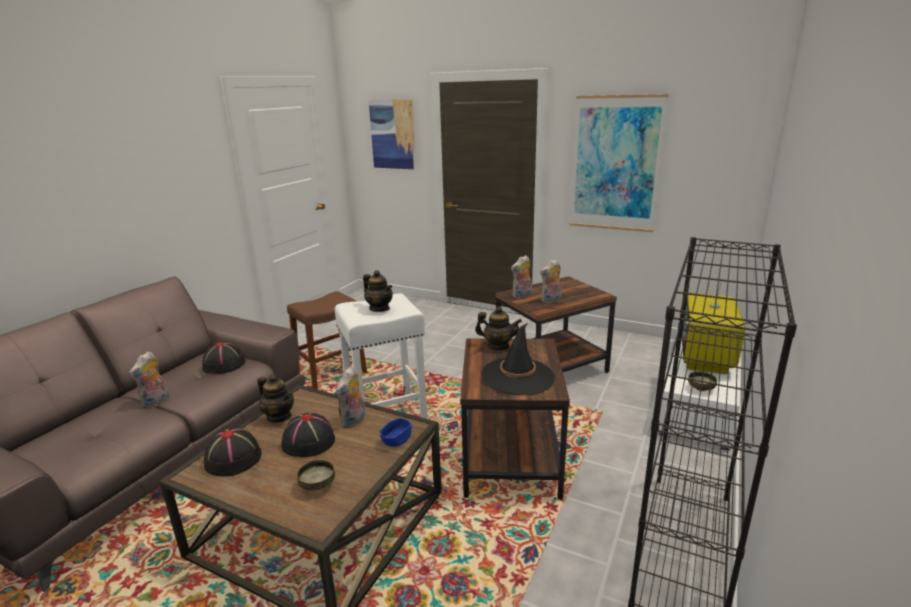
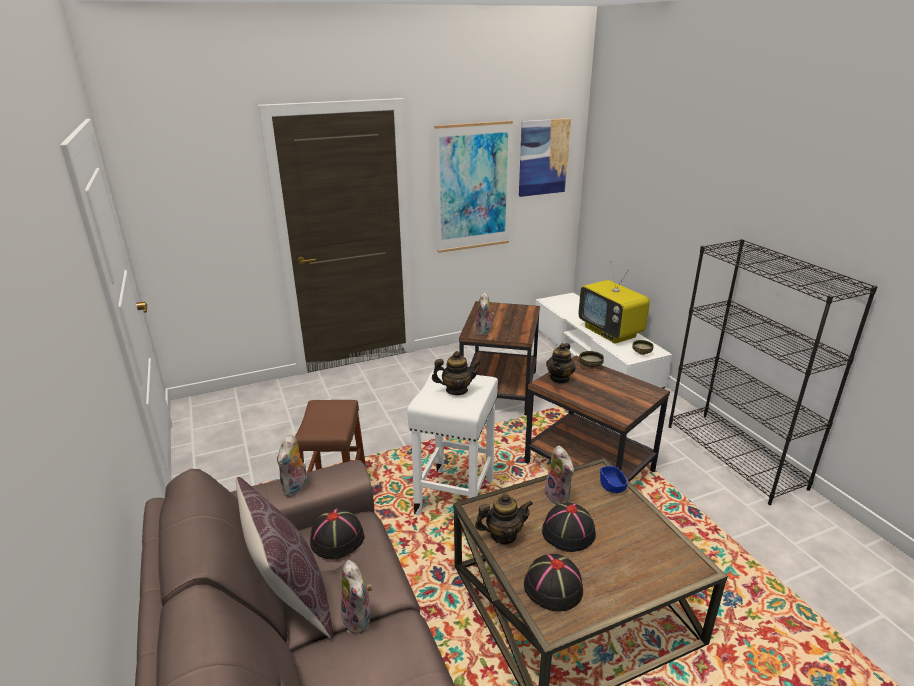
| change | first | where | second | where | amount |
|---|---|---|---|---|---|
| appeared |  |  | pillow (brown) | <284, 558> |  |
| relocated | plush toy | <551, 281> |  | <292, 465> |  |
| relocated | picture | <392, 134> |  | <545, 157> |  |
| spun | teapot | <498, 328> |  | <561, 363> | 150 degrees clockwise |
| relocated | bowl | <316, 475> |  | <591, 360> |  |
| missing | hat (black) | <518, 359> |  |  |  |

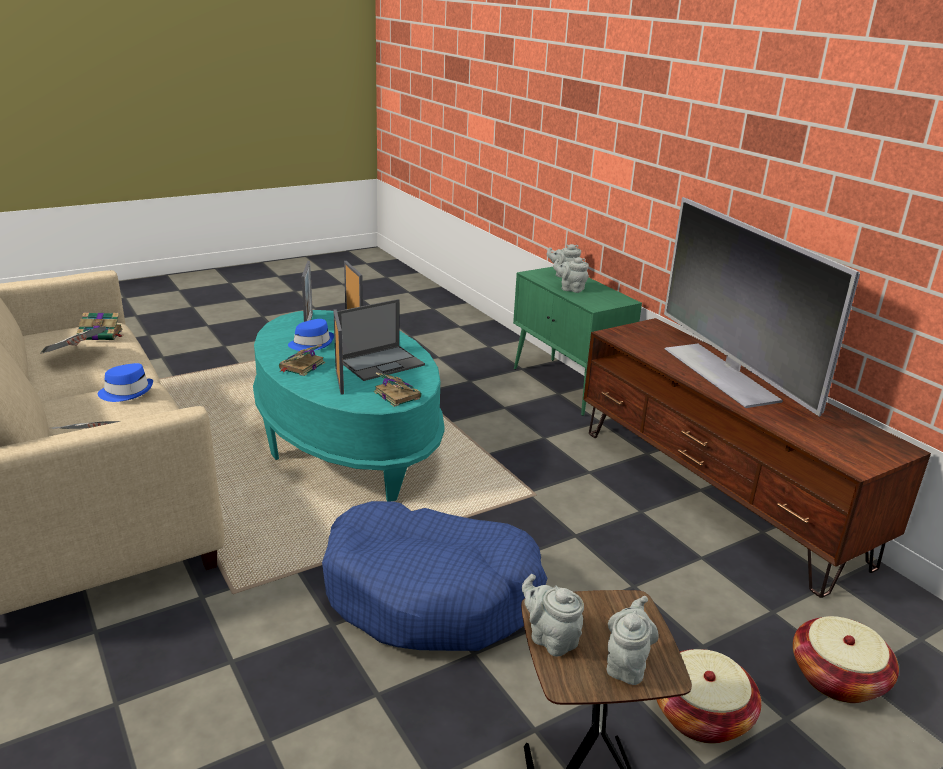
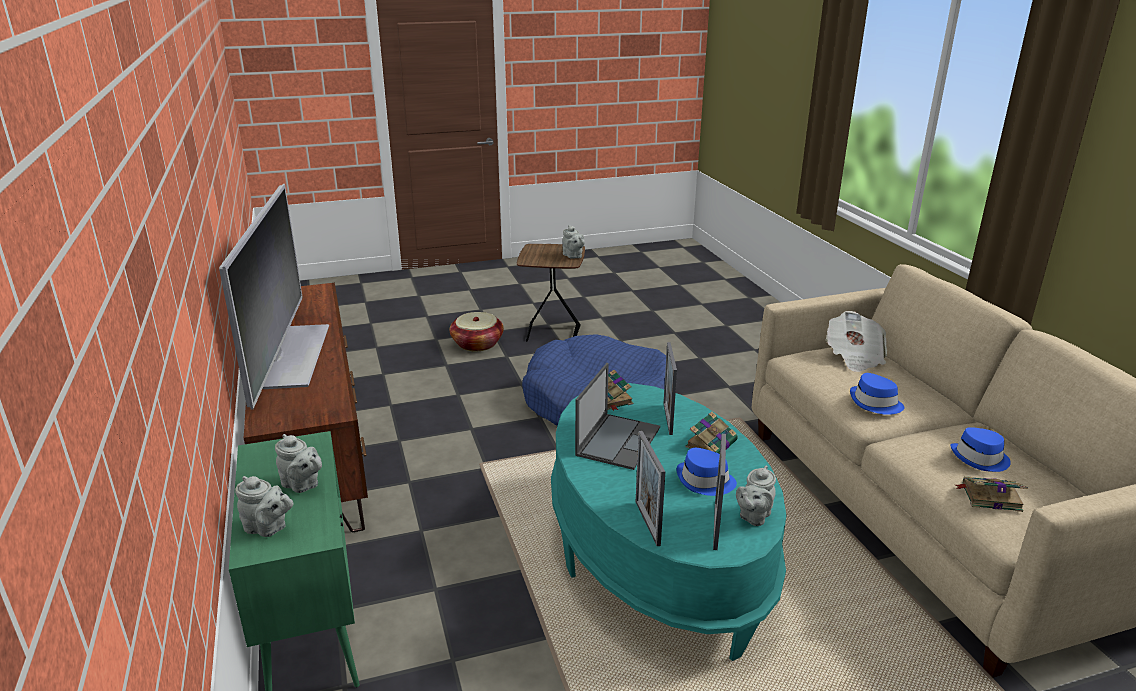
| change | first | where | second | where | amount |
|---|---|---|---|---|---|
| spun | laptop | <381, 340> |  | <617, 416> | 135 degrees clockwise |
| relocated | teapot (grey) | <633, 640> |  | <756, 495> |  |
| exchanged | newspaper | <73, 340> | hat (blue) | <981, 449> |  |
| missing | basket | <846, 659> |  |  |  |

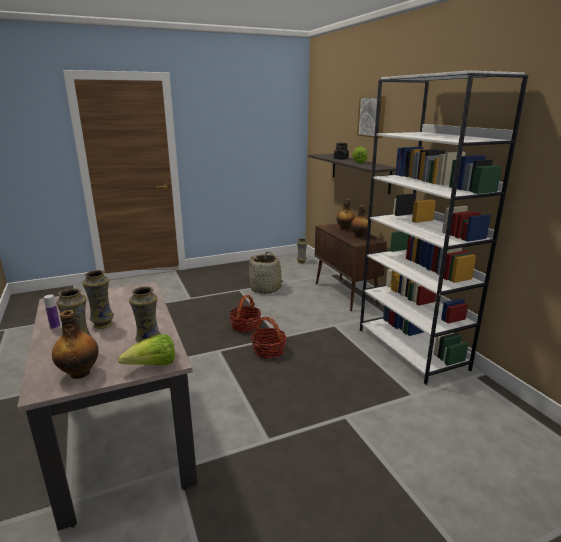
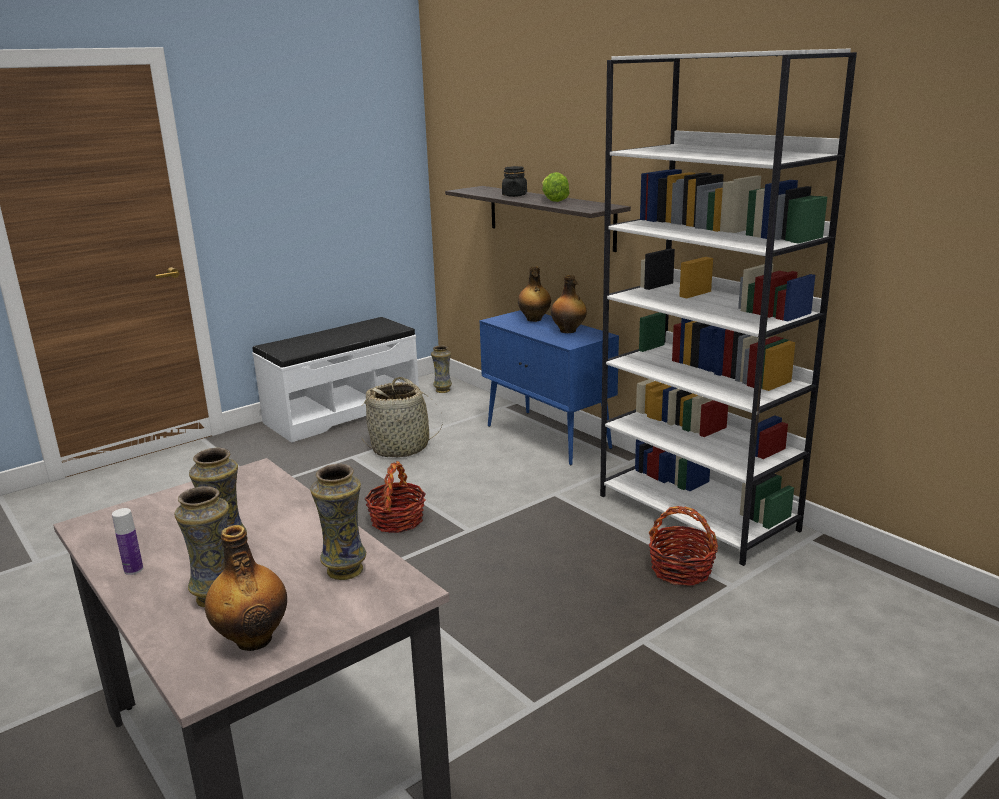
| change | first | where | second | where | amount |
|---|---|---|---|---|---|
| appeared |  |  | bench (white) | <335, 380> |  |
| colour | cabinet (brown) | <351, 267> | cabinet (blue) | <549, 387> |  |
| relocated | basket | <269, 338> |  | <683, 546> |  |
| missing | lettuce | <146, 349> |  |  |  |
| missing | picture | <371, 117> |  |  |  |

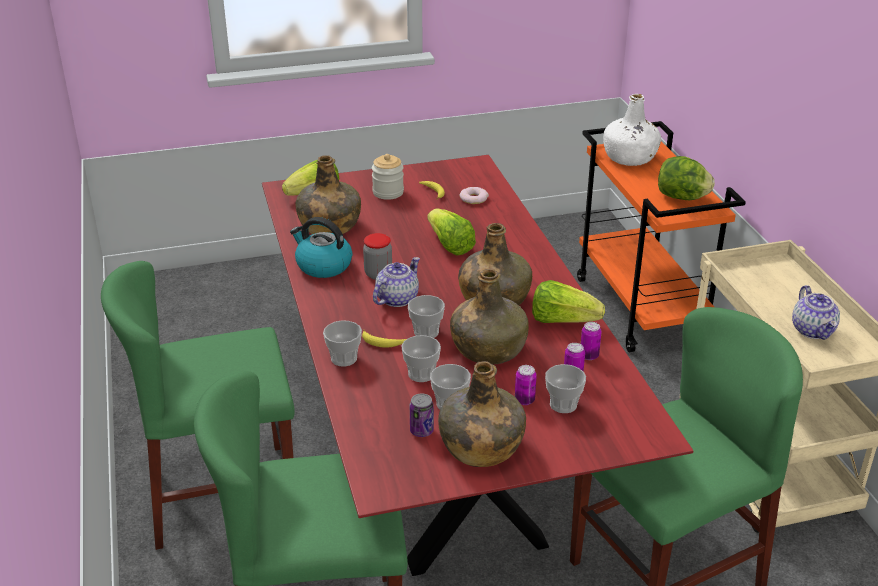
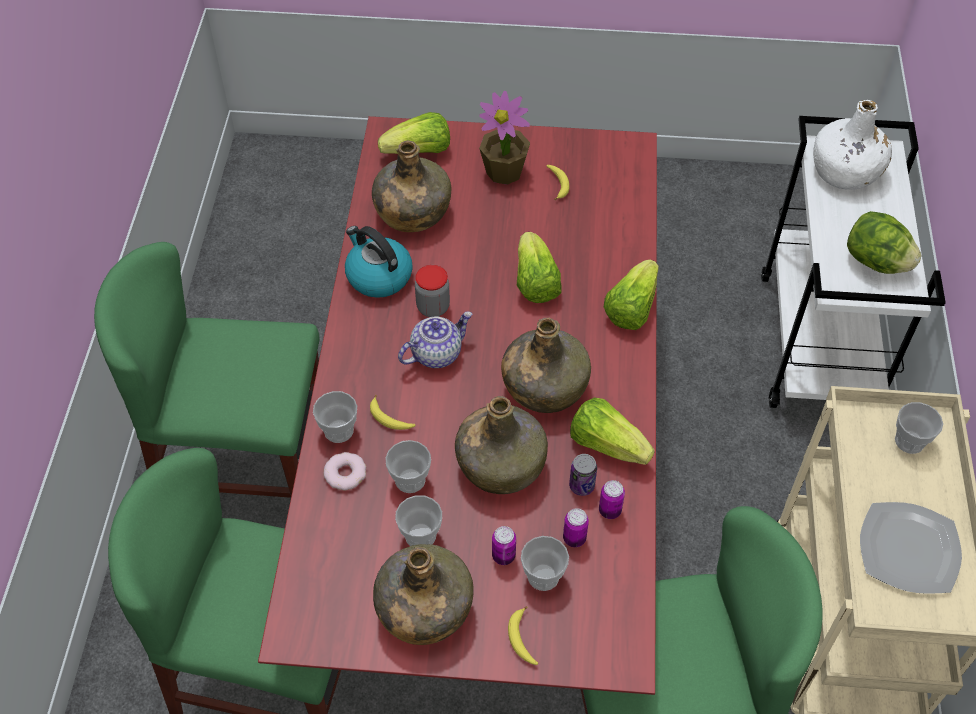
| change | first | where | second | where | amount |
|---|---|---|---|---|---|
| relocated | donut | <474, 195> |  | <345, 471> |  |
| exchanged | jar | <388, 177> | potted plant | <504, 138> |  |
| appeared |  |  | banana | <523, 635> |  |
| relocated | can | <422, 415> |  | <583, 475> |  |
| appeared |  |  | lettuce | <631, 295> |  |
| colour | cart (orange) | <661, 236> | cart (white) | <853, 262> |  |
| exchanged | teapot | <816, 312> | plate | <911, 548> |  |
| relocated | cup | <426, 316> |  | <919, 428> |  |

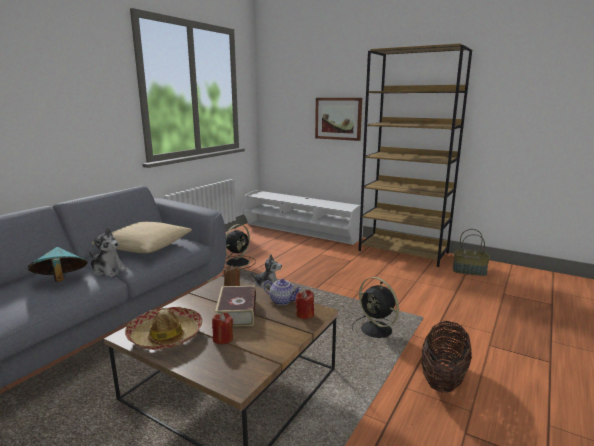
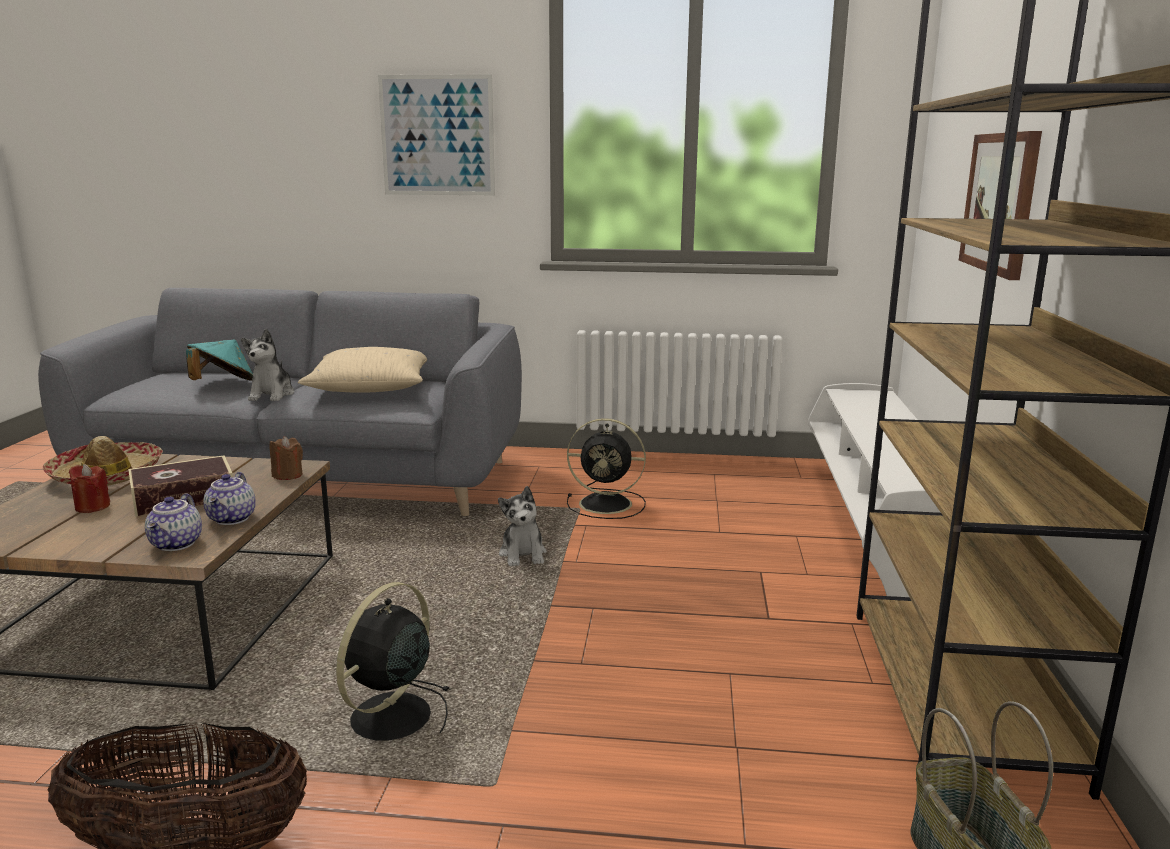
| change | first | where | second | where | amount |
|---|---|---|---|---|---|
| exchanged | candle (red) | <304, 304> | teapot | <173, 522> |  |
| appeared |  |  | picture | <436, 134> |  |

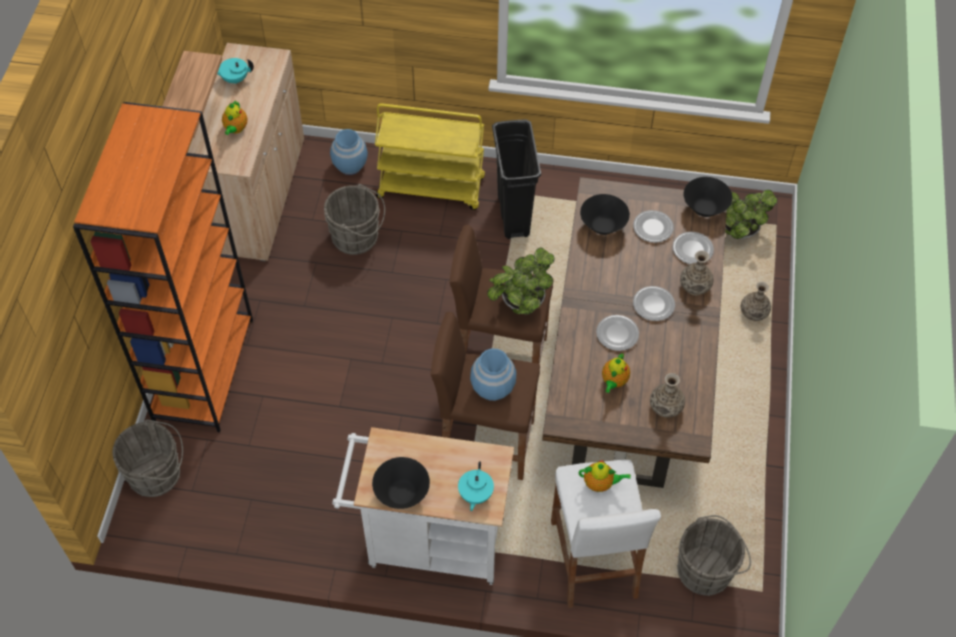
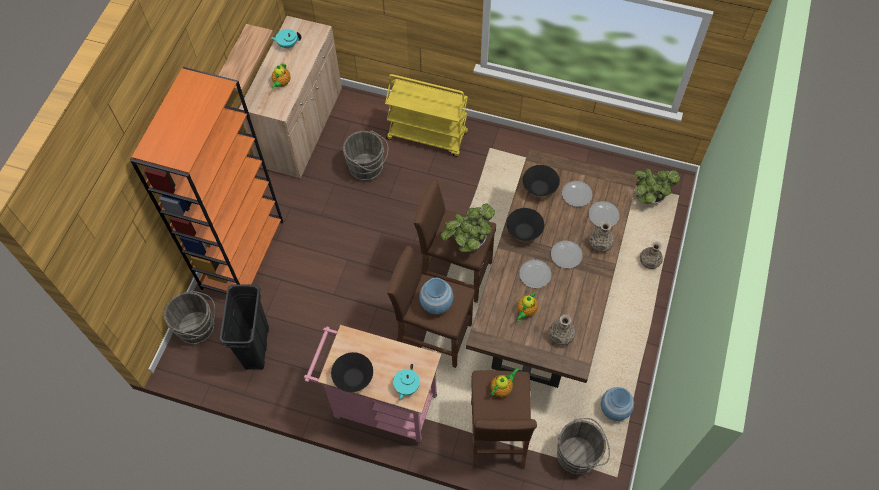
| change | first | where | second | where | amount |
|---|---|---|---|---|---|
| relocated | trash can (black) | <516, 179> |  | <244, 327> |  |
| colour | cart (white) | <423, 506> | cart (pink) | <372, 384> |  |
| colour | stool (white) | <606, 533> | stool (brown) | <504, 419> |  |
| spun | teapot | <605, 476> |  | <504, 382> | 60 degrees counterclockwise |
| relocated | bowl (black) | <708, 197> |  | <525, 224> |  |
| relocated | vase (blue) | <349, 152> |  | <617, 404> |  |

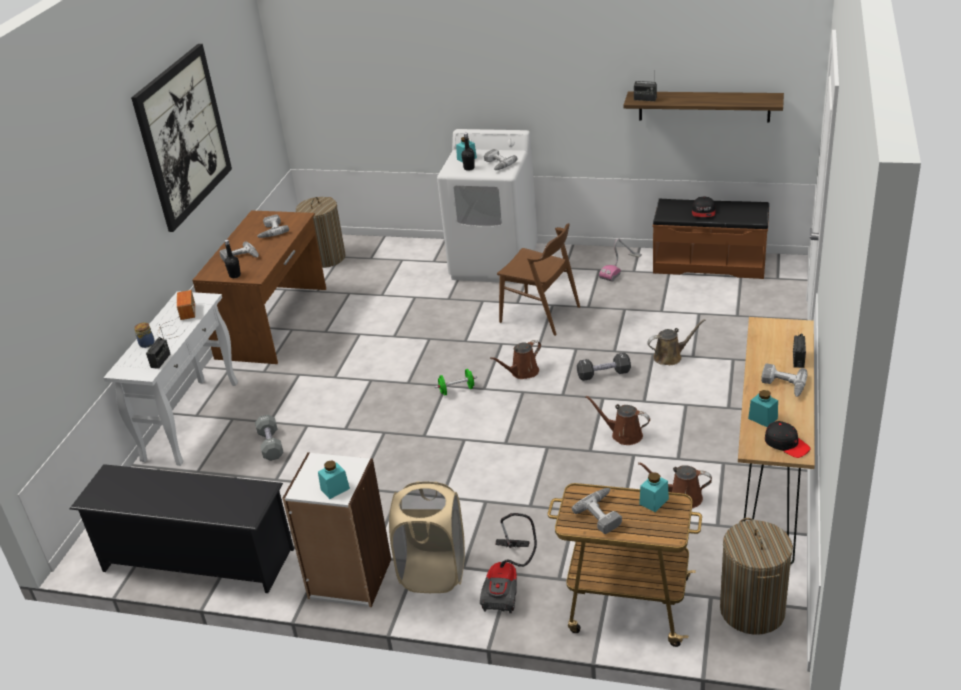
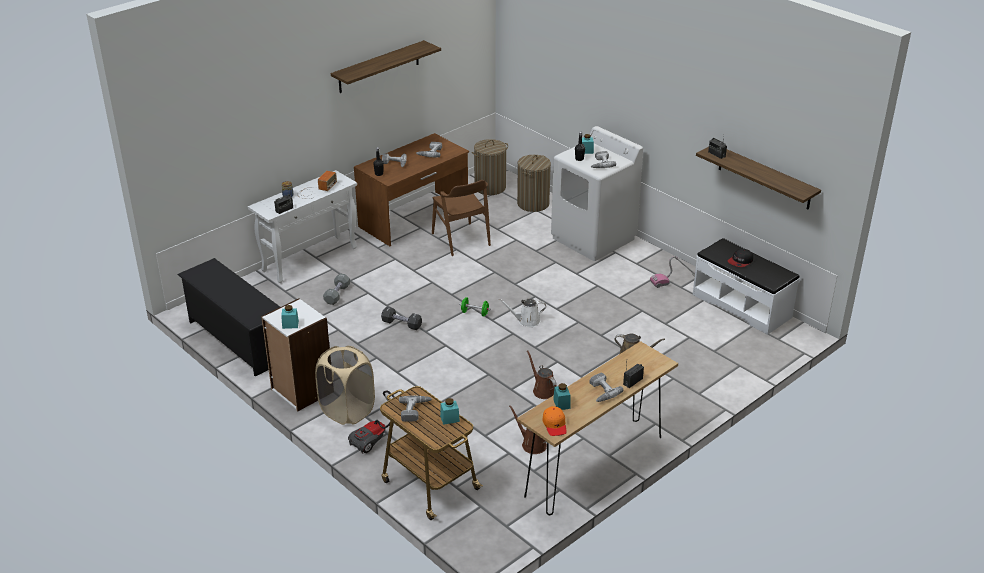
| change | first | where | second | where | amount |
|---|---|---|---|---|---|
| exchanged | picture | <181, 138> | shelf | <386, 66> |  |
| relocated | dumbbell (black) | <604, 367> |  | <401, 318> |  |
| relocated | chair (brown) | <538, 279> |  | <461, 218> |  |
| colour | watering can (brown) | <515, 359> | watering can (white) | <522, 313> |  |
| relocated | laundry basket | <756, 576> |  | <534, 183> |  |
| colour | cap (black) | <788, 439> | cap (orange) | <555, 421> |  |
| colour | bench (brown) | <711, 239> | bench (white) | <746, 286> |  |

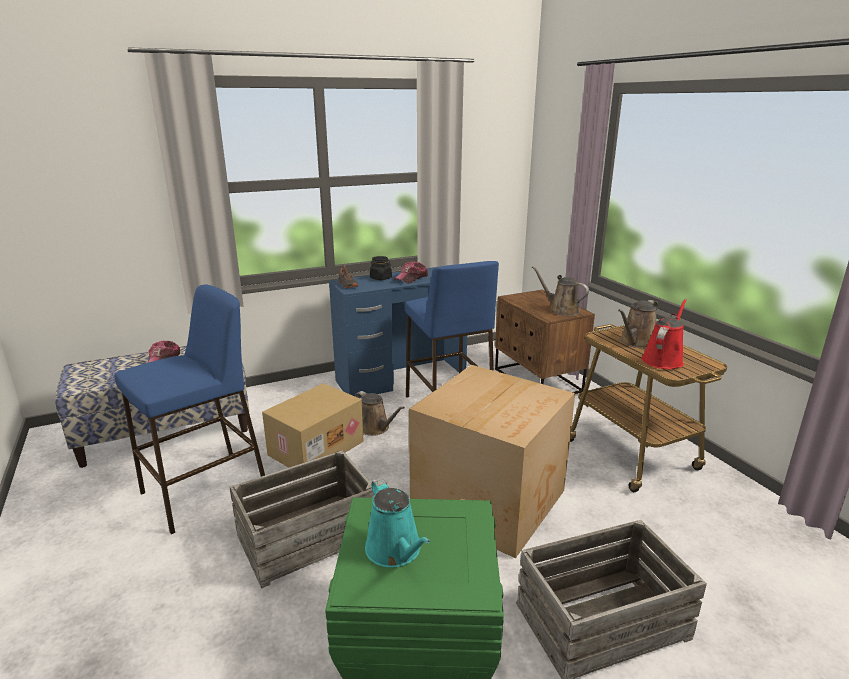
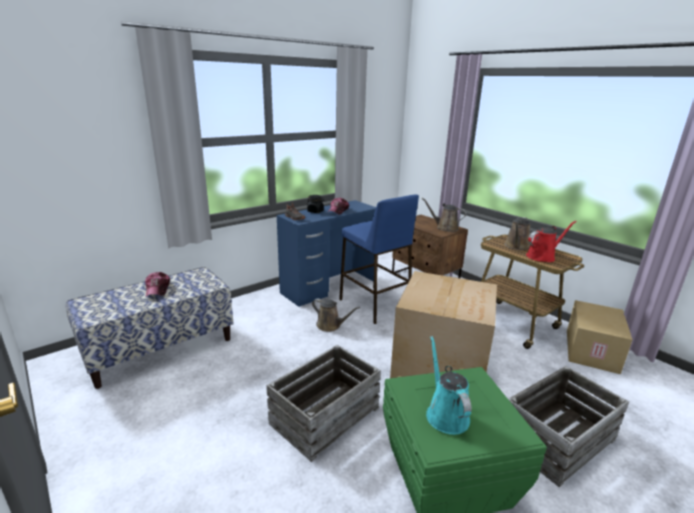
| change | first | where | second | where | amount |
|---|---|---|---|---|---|
| spun | watering can (turquoise) | <397, 523> |  | <449, 385> | 150 degrees counterclockwise |
| spun | watering can (red) | <664, 334> |  | <551, 241> | 45 degrees clockwise |
| relocated | cardboard box | <313, 425> |  | <599, 337> |  |
| missing | stool (blue) | <189, 409> |  |  |  |

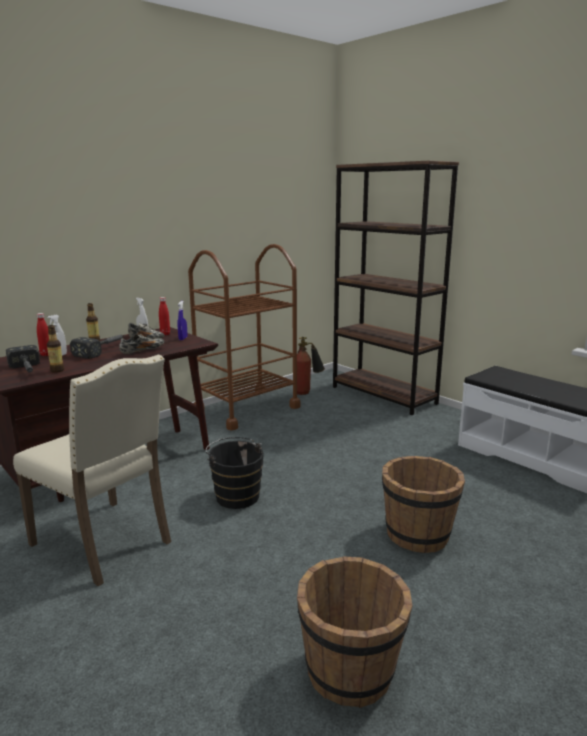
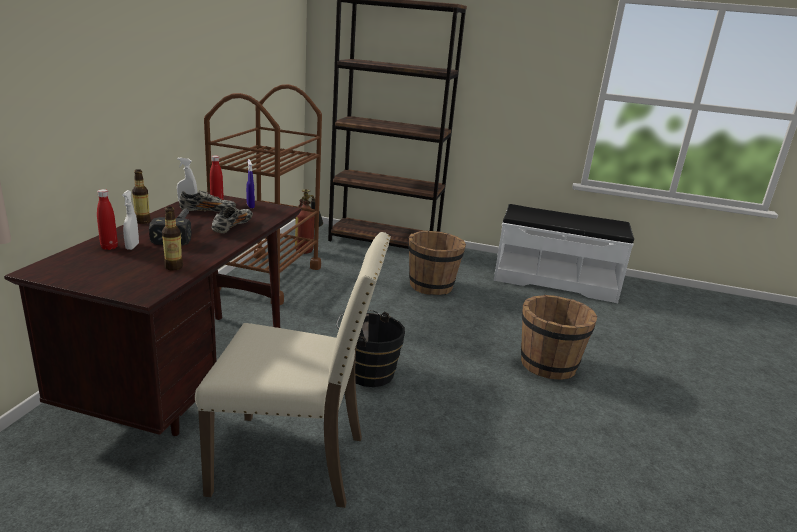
| change | first | where | second | where | amount |
|---|---|---|---|---|---|
| relocated | bucket (brown) | <355, 632> |  | <437, 262> |  |
| missing | hammer | <23, 358> |  |  |  |

